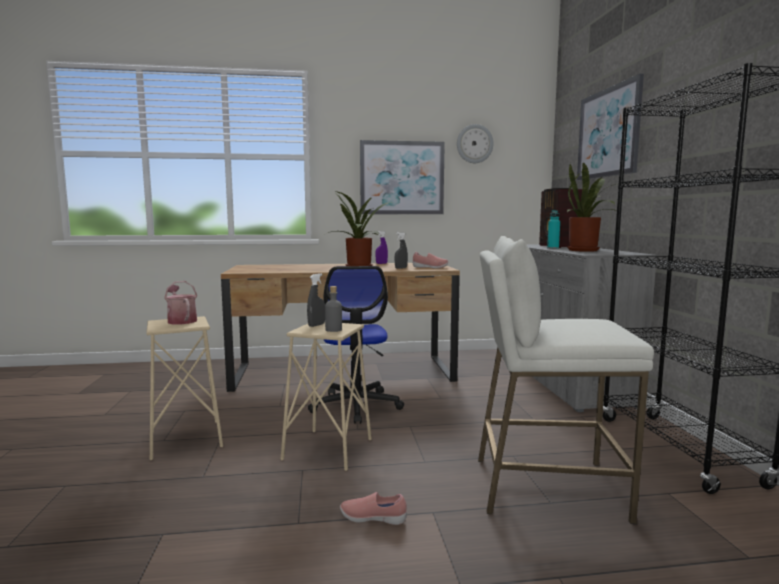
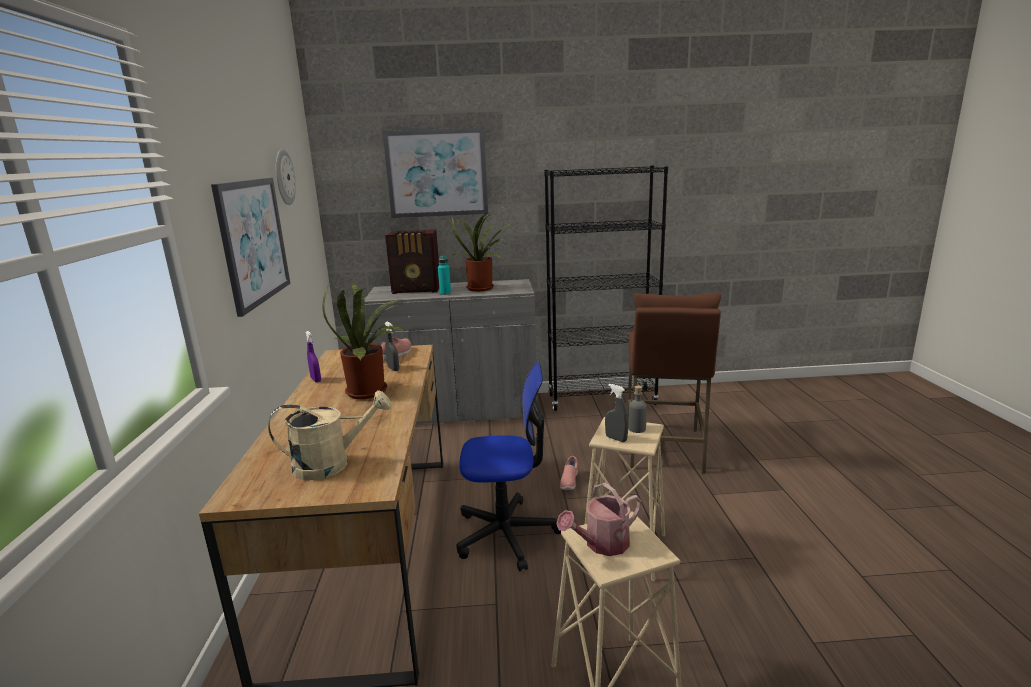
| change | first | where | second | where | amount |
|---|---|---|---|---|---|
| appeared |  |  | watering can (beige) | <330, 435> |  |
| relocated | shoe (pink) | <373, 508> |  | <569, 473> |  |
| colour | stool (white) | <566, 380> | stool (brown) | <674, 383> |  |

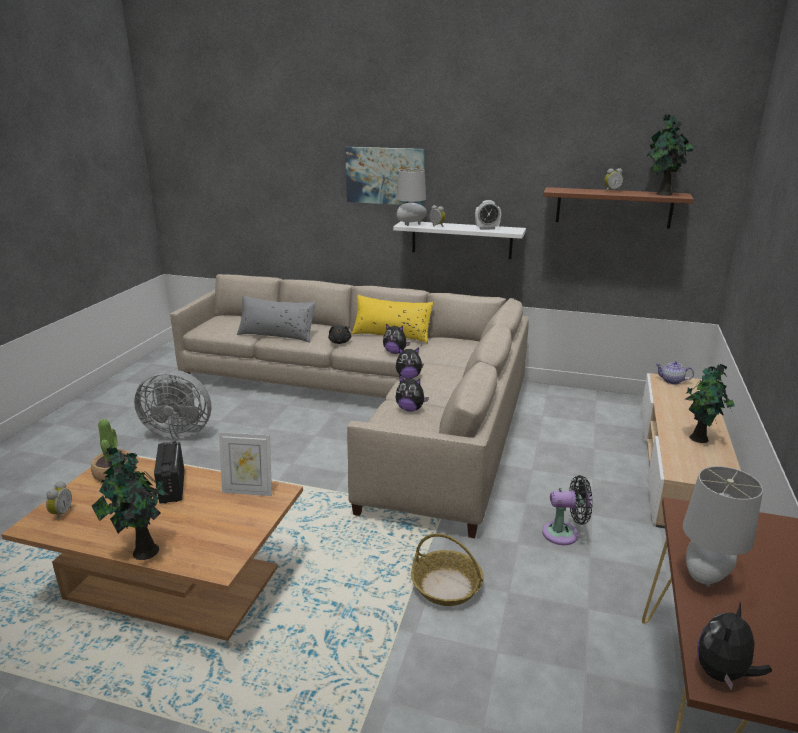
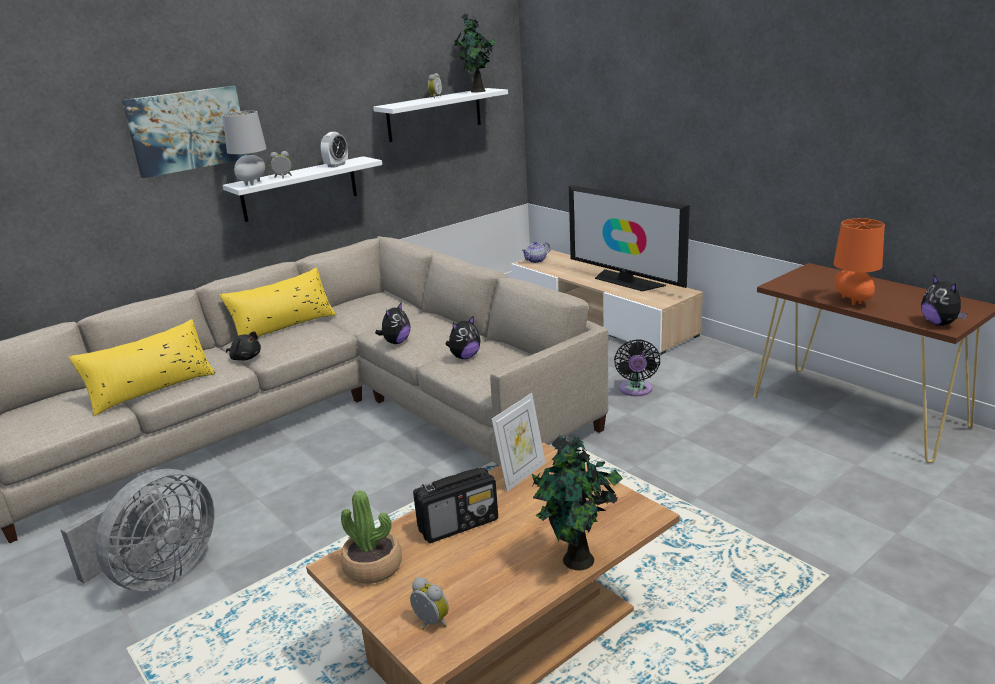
| change | first | where | second | where | amount |
|---|---|---|---|---|---|
| colour | pillow (grey) | <276, 319> | pillow (yellow) | <142, 367> |  |
| colour | shelf (brown) | <618, 208> | shelf (white) | <440, 115> |  |
| spun | radio | <169, 472> |  | <455, 505> | 45 degrees counterclockwise |
| exchanged | potted plant | <710, 403> | television | <629, 238> |  |
| spun | fan (black) | <567, 510> |  | <637, 367> | 150 degrees clockwise |
| colour | table lamp (grey) | <723, 526> | table lamp (orange) | <859, 261> |  |
| missing | plush toy | <396, 339> |  |  |  |
| missing | basket | <447, 569> |  |  |  |

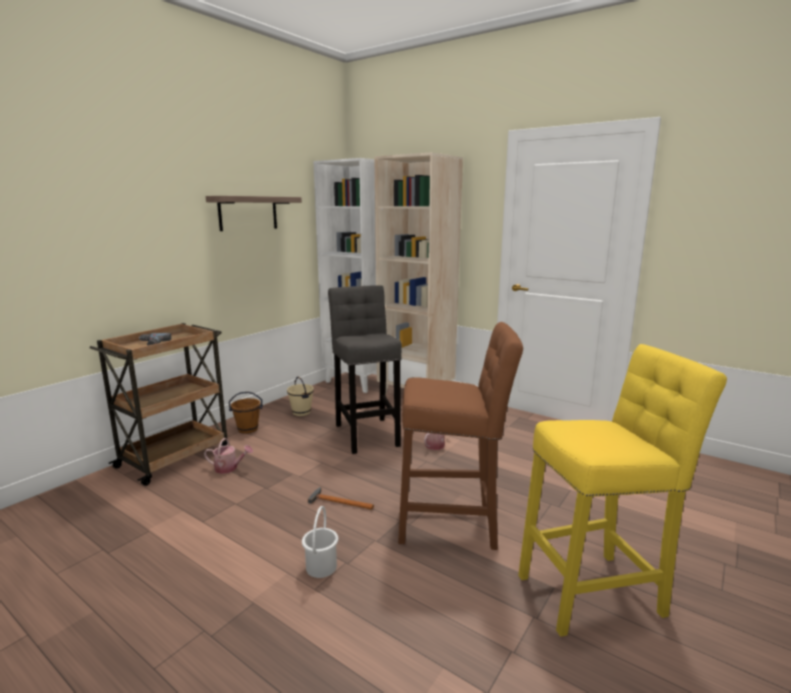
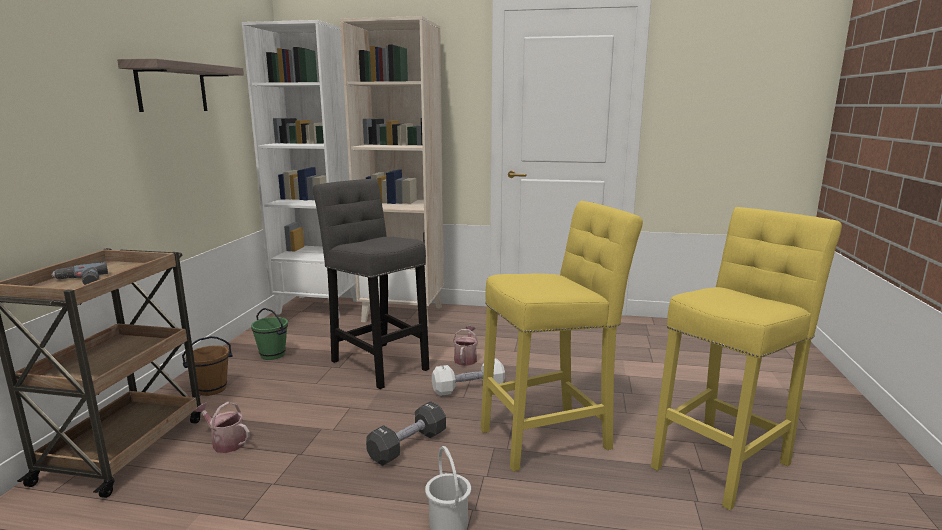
| change | first | where | second | where | amount |
|---|---|---|---|---|---|
| spun | watering can | <228, 456> |  | <222, 427> | 135 degrees counterclockwise |
| colour | bucket (beige) | <300, 396> | bucket (green) | <269, 334> |  |
| exchanged | hammer | <341, 498> | dumbbell (black) | <406, 433> |  |
| appeared |  |  | dumbbell (white) | <468, 377> |  |
| colour | stool (brown) | <460, 436> | stool (yellow) | <562, 336> |  |

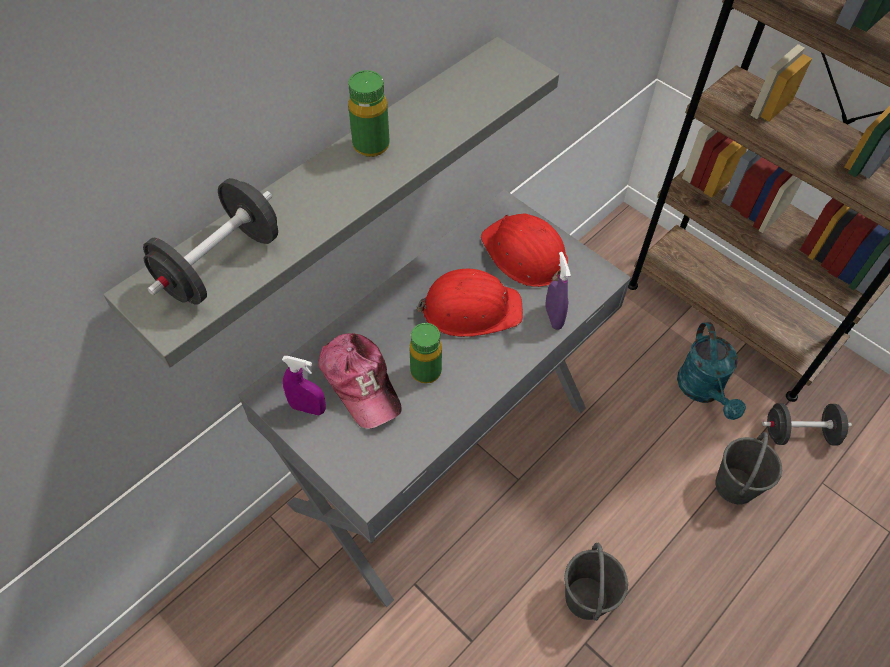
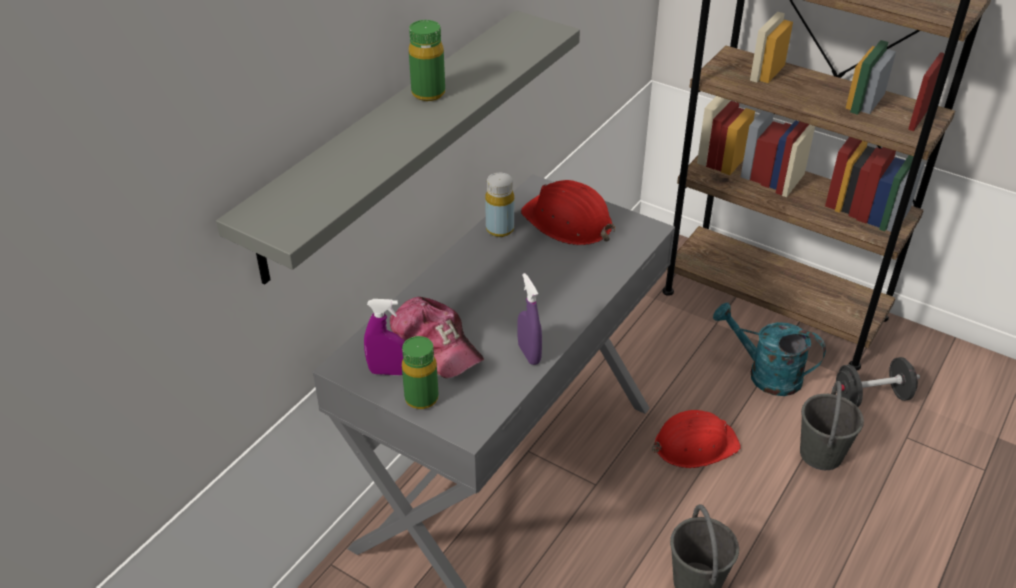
| change | first | where | second | where | amount |
|---|---|---|---|---|---|
| relocated | bottle (green) | <425, 353> |  | <420, 372> |  |
| appeared |  |  | bottle (yellow) | <499, 205> |  |
| relocated | spray bottle (purple) | <558, 291> |  | <530, 319> |  |
| relocated | hard hat (red) | <469, 303> |  | <696, 439> |  |
| spun | watering can (turquoise) | <711, 371> |  | <769, 349> | 135 degrees clockwise |
| missing | dumbbell (black) | <210, 241> |  |  |  |

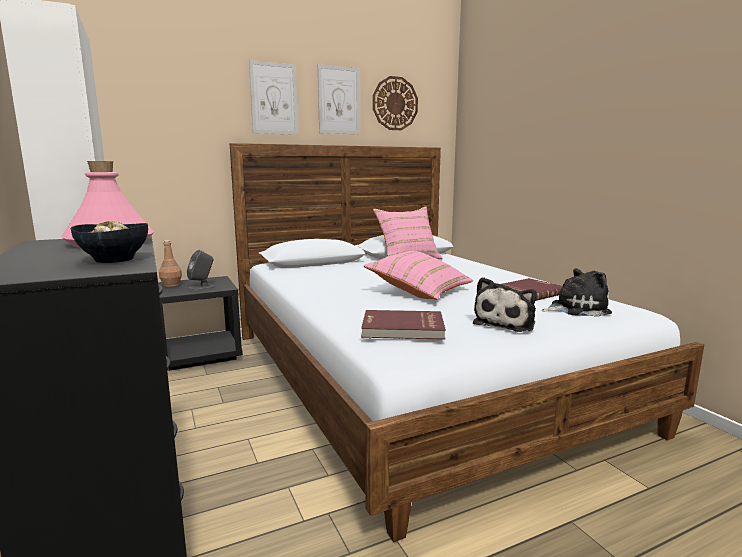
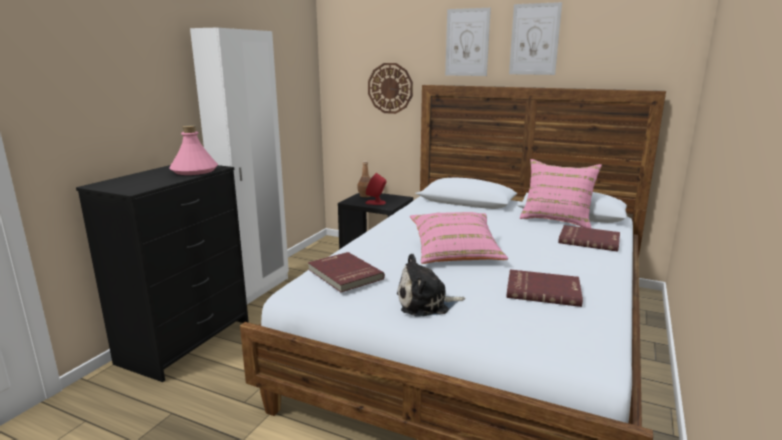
| change | first | where | second | where | amount |
|---|---|---|---|---|---|
| colour | speaker (grey) | <201, 270> | speaker (red) | <376, 189> |  |
| relocated | wall clock | <395, 103> |  | <390, 88> |  |
| appeared |  |  | book (red) | <589, 238> |  |
| missing | bowl | <109, 242> |  |  |  |
| missing | plush toy | <576, 292> |  |  |  |

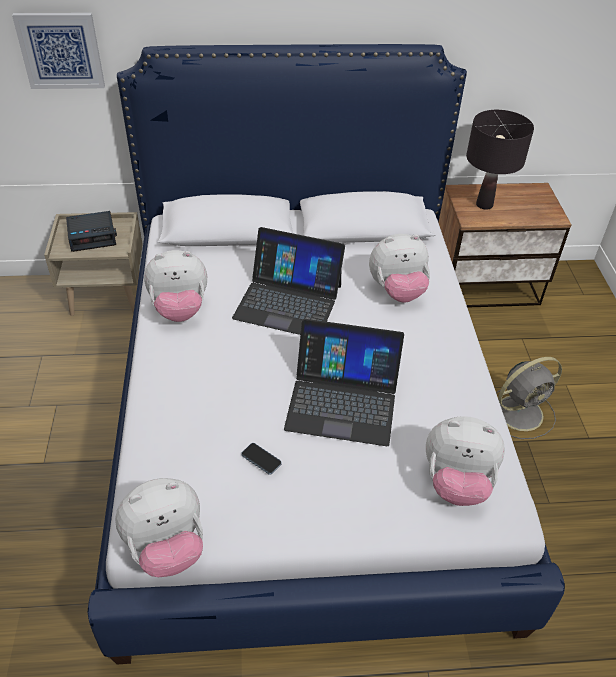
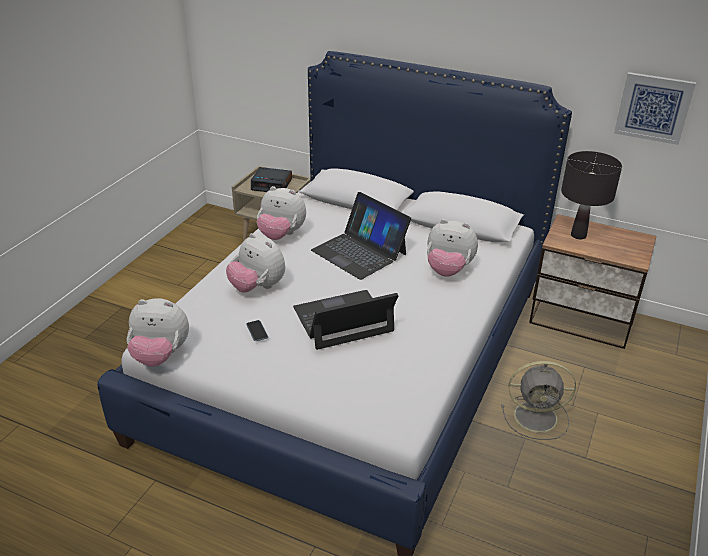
| change | first | where | second | where | amount |
|---|---|---|---|---|---|
| relocated | plush toy | <465, 461> |  | <255, 263> |  |
| spun | laptop | <344, 382> |  | <345, 320> | 120 degrees clockwise |
| relocated | picture | <58, 51> |  | <655, 108> |  |

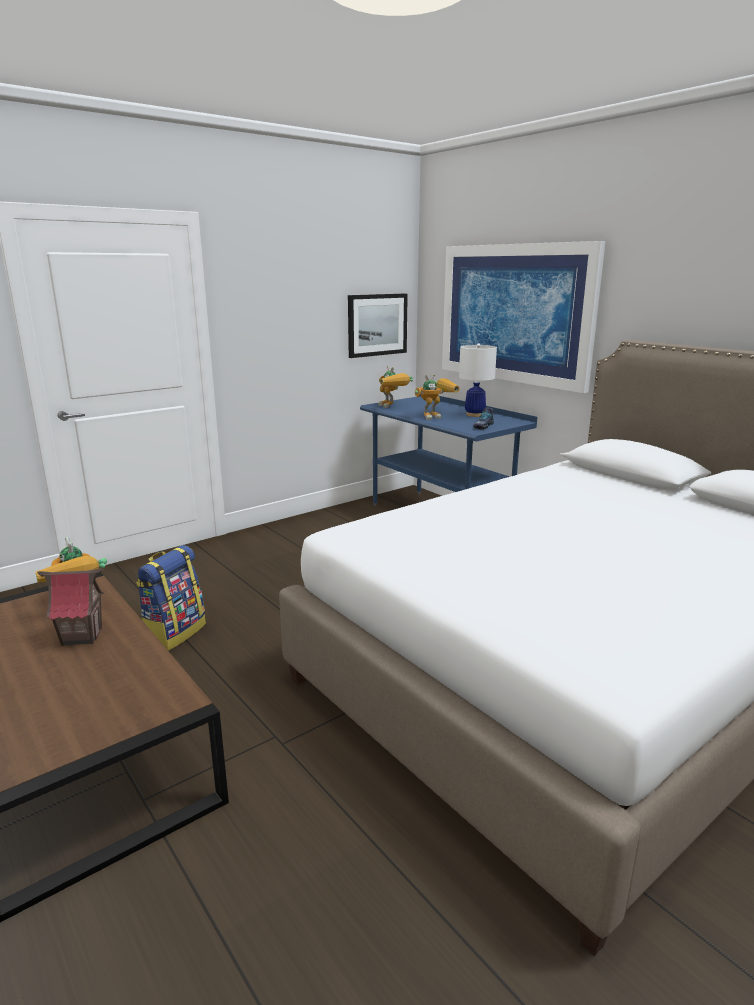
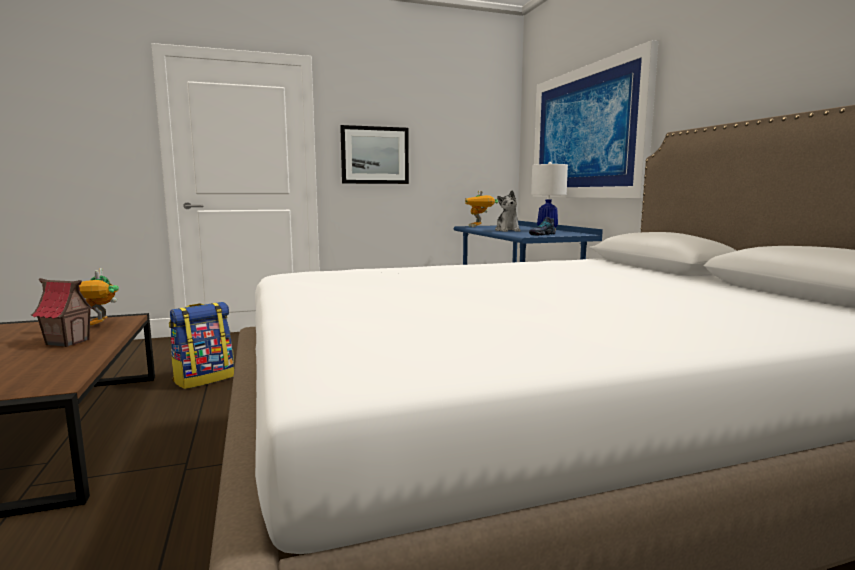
| change | first | where | second | where | amount |
|---|---|---|---|---|---|
| relocated | picture | <378, 326> |  | <374, 154> |  |
| exchanged | toy robot | <437, 397> | plush toy | <508, 211> |  |

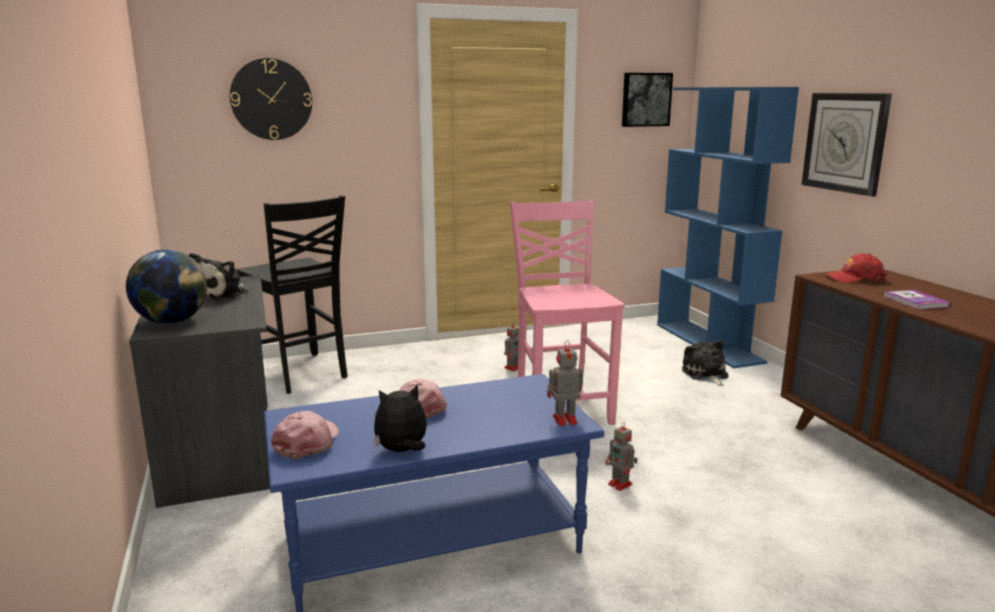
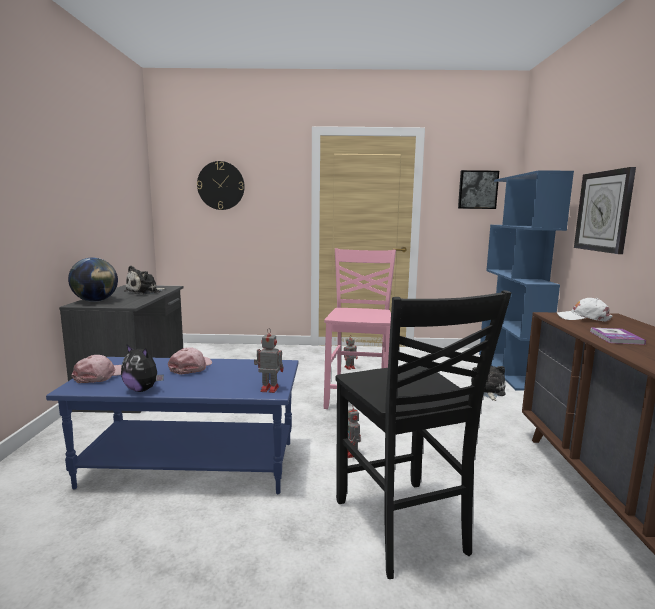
| change | first | where | second | where | amount |
|---|---|---|---|---|---|
| spun | plush toy | <400, 418> |  | <142, 368> | 150 degrees counterclockwise |
| relocated | chair (black) | <292, 294> |  | <423, 434> |  |
| colour | cap (red) | <856, 268> | cap (white) | <584, 310> |  |

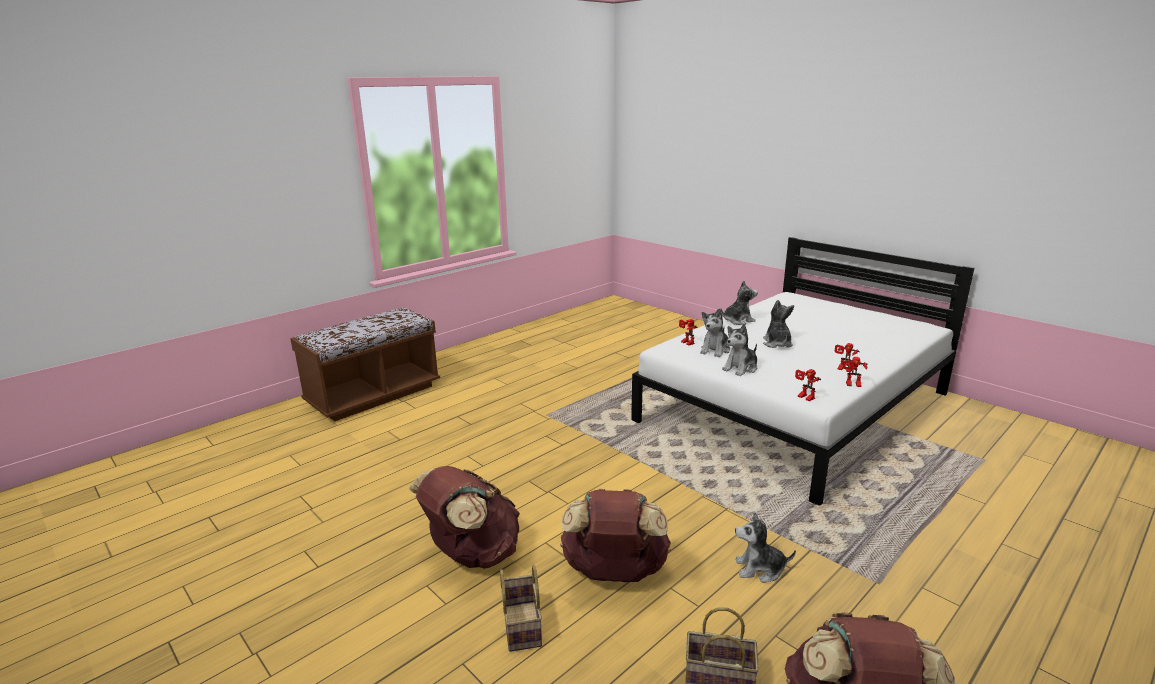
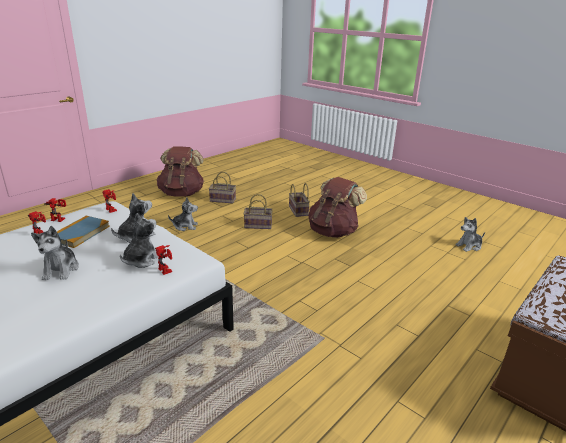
| change | first | where | second | where | amount |
|---|---|---|---|---|---|
| appeared |  |  | book | <83, 232> |  |
| exchanged | backpack (brown) | <615, 535> | basket | <258, 211> |  |
| relocated | plush toy | <739, 302> |  | <470, 234> |  |

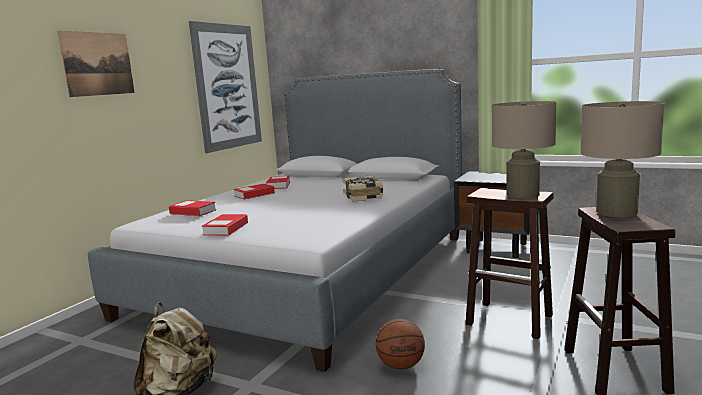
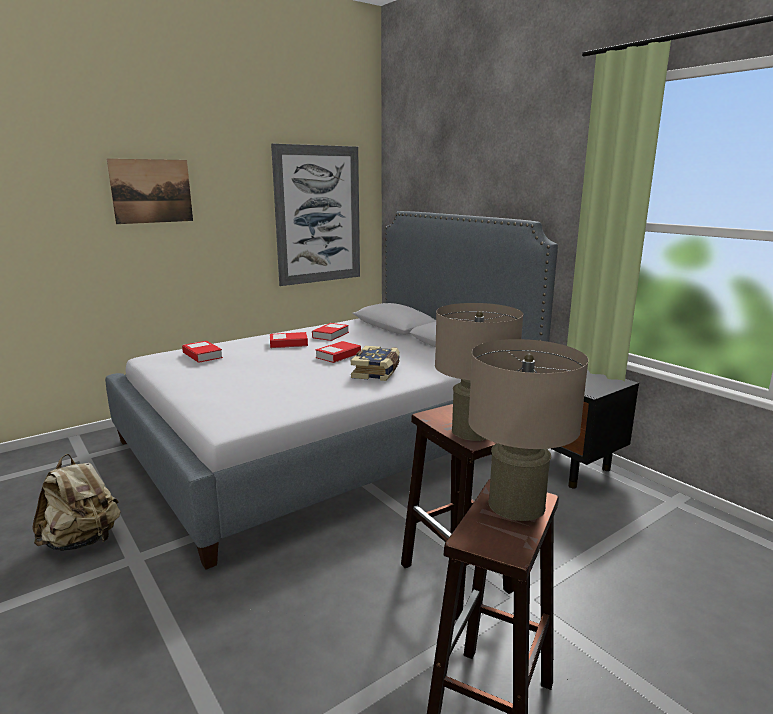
| change | first | where | second | where | amount |
|---|---|---|---|---|---|
| relocated | book | <225, 225> |  | <338, 352> |  |
| missing | basketball | <400, 344> |  |  |  |

